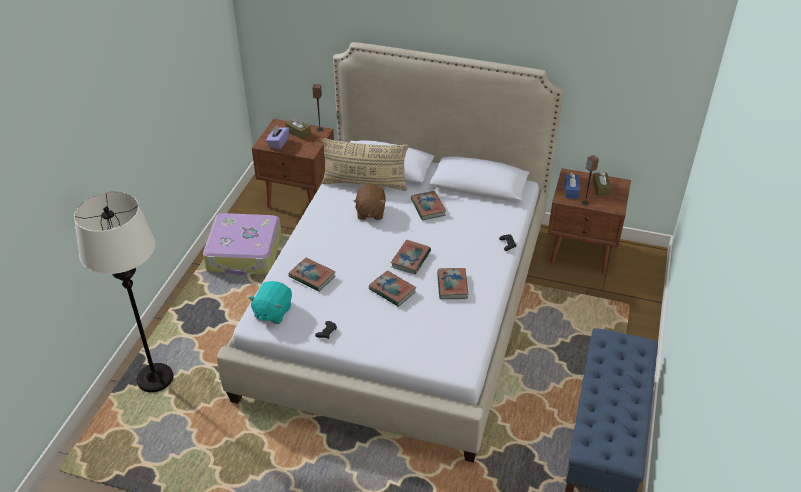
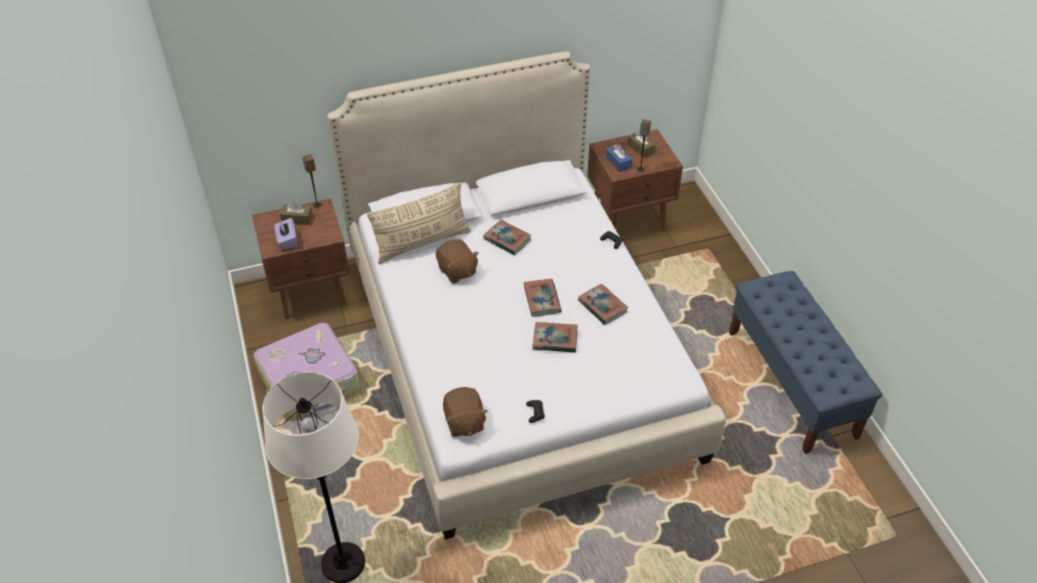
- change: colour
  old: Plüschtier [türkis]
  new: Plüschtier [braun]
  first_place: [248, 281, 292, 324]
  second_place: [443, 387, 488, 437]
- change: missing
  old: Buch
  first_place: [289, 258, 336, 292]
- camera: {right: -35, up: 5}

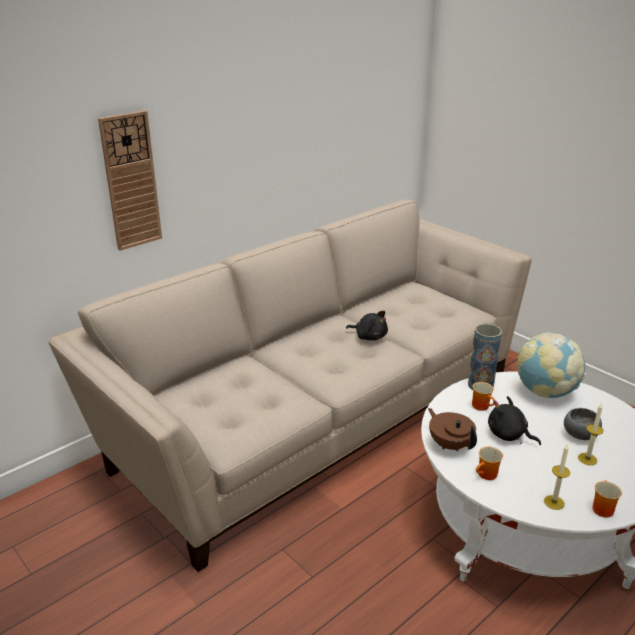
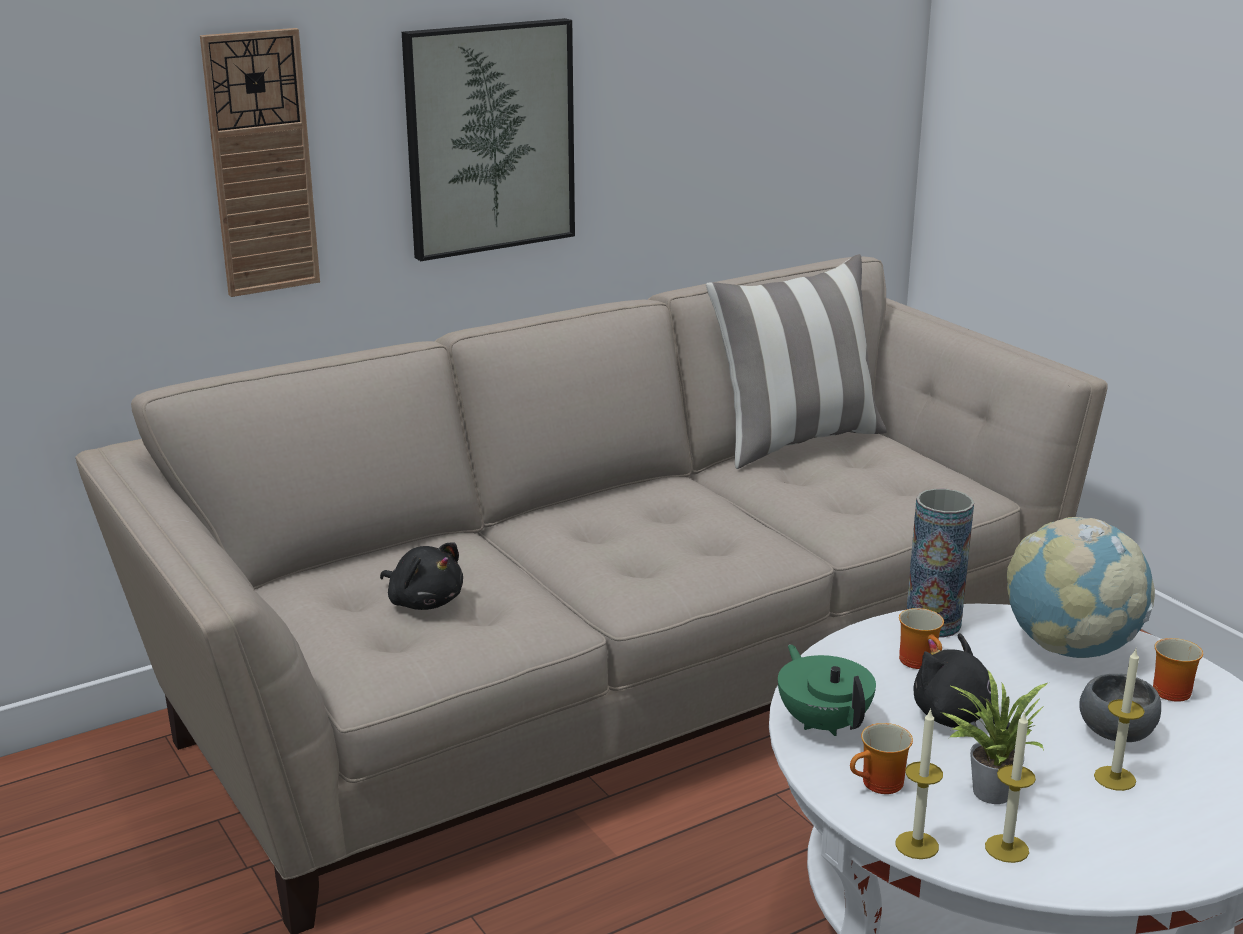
- change: relocated
  old: Plüschtier [schwarz]
  first_place: [346, 311, 388, 341]
  second_place: [380, 542, 463, 610]
- change: appeared
  new: Bild
  second_place: [402, 18, 575, 261]
- change: appeared
  new: Kissen
  second_place: [706, 254, 887, 469]
- change: colour
  old: Teekanne [braun]
  new: Teekanne [grün]
  first_place: [428, 408, 477, 451]
  second_place: [778, 644, 876, 736]
- change: appeared
  new: Kerze
  second_place: [895, 708, 943, 859]
- change: appeared
  new: Topfpflanze
  second_place: [941, 670, 1048, 804]
- change: relocated
  old: Henkelbecher
  first_place: [592, 480, 622, 518]
  second_place: [1153, 638, 1203, 702]
- camera: {right: 10, up: -5}

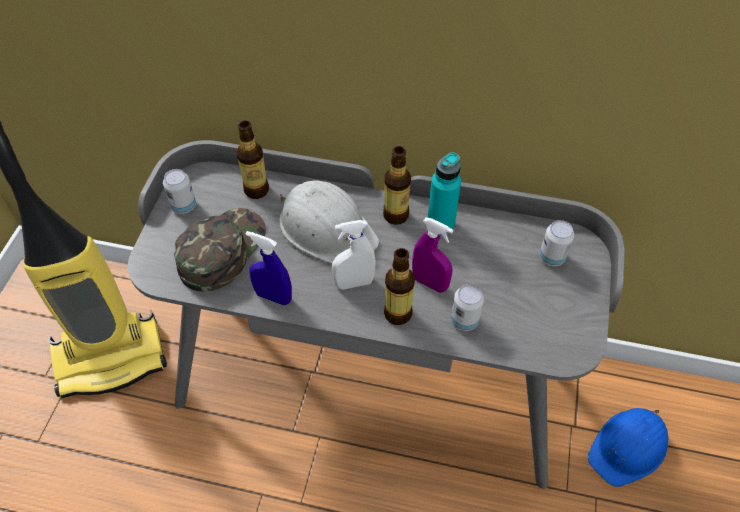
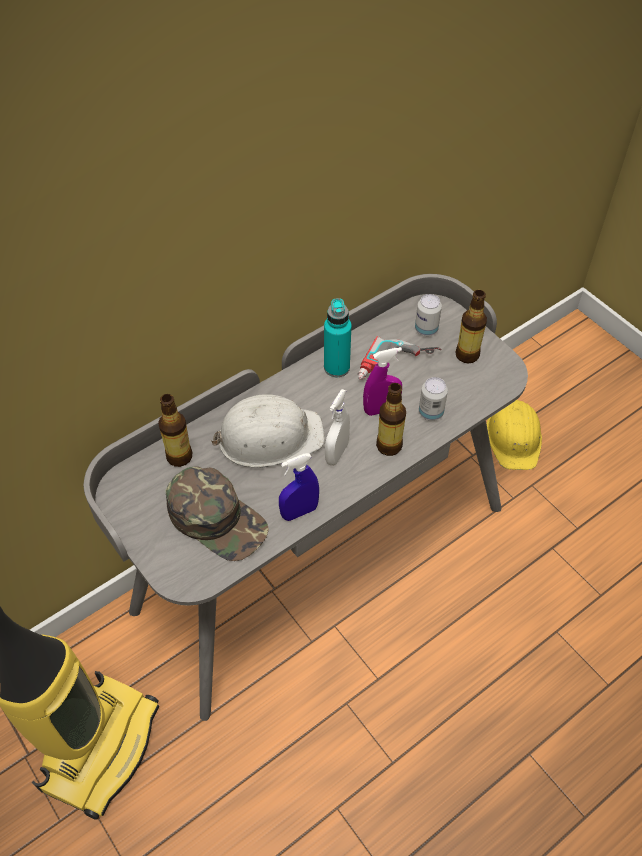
- change: spun
  old: Kappe [grün]
  first_place: [174, 208, 266, 292]
  second_place: [165, 466, 269, 561]
  degrees: 150
- change: appeared
  new: Bohrmaschine
  second_place: [358, 336, 442, 380]
- change: relocated
  old: Flasche
  first_place: [383, 146, 411, 225]
  second_place: [455, 290, 487, 364]
- change: colour
  old: Schutzhelm [blau]
  new: Schutzhelm [gelb]
  first_place: [587, 408, 668, 487]
  second_place: [487, 400, 542, 470]
- change: missing
  old: Dose
  first_place: [163, 169, 196, 214]
- camera: {right: -50, up: 0}

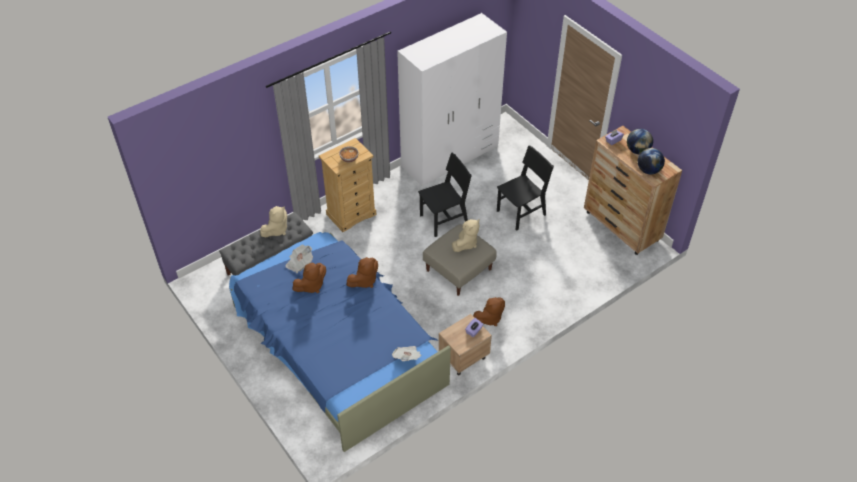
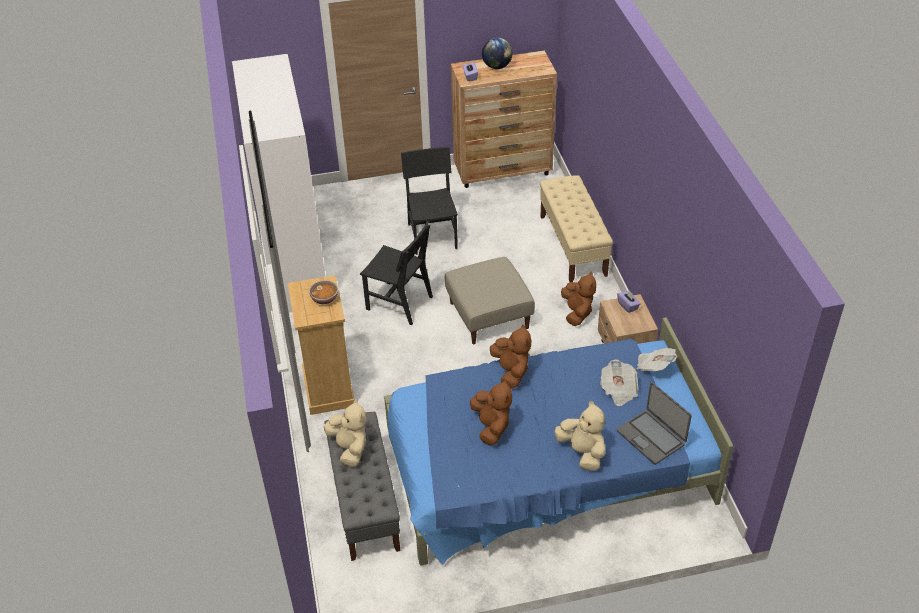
- change: spun
  old: Stuhl [schwarz]
  first_place: [418, 153, 472, 237]
  second_place: [360, 221, 433, 325]
  degrees: 120
- change: appeared
  new: Bank [beige]
  second_place: [540, 175, 613, 282]
- change: relocated
  old: Plüschtier [beige]
  first_place: [452, 219, 480, 252]
  second_place: [554, 401, 605, 471]
- change: relocated
  old: Zeitung
  first_place: [286, 244, 313, 273]
  second_place: [600, 359, 638, 406]
- change: appeared
  new: Laptop
  second_place: [617, 382, 692, 465]
- change: missing
  old: Globus
  first_place: [638, 148, 665, 174]
- camera: {right: -65, up: -5}

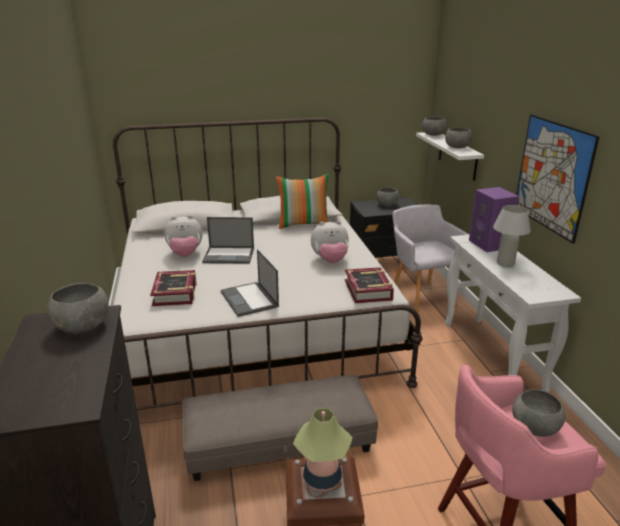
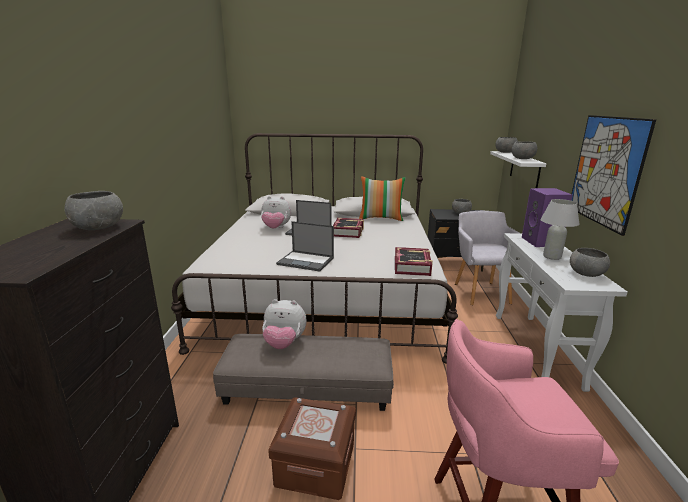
- change: relocated
  old: Plüschtier
  first_place: [311, 221, 349, 263]
  second_place: [262, 299, 307, 349]
- change: spun
  old: Laptop
  first_place: [221, 249, 279, 317]
  second_place: [276, 221, 334, 271]
  degrees: -60
- change: relocated
  old: Buch
  first_place: [150, 270, 197, 306]
  second_place: [333, 218, 364, 238]
- change: relocated
  old: Schüssel [grau]
  first_place: [512, 389, 566, 437]
  second_place: [570, 248, 610, 277]
- change: missing
  old: Tischlampe
  first_place: [293, 408, 352, 491]
- camera: {right: 15, up: -5}

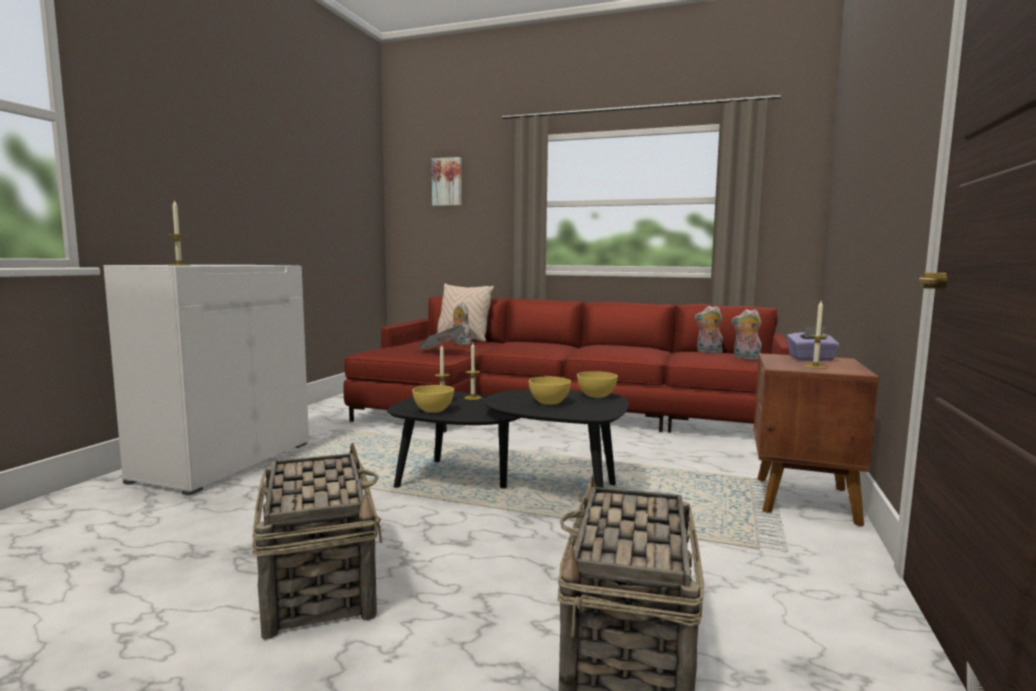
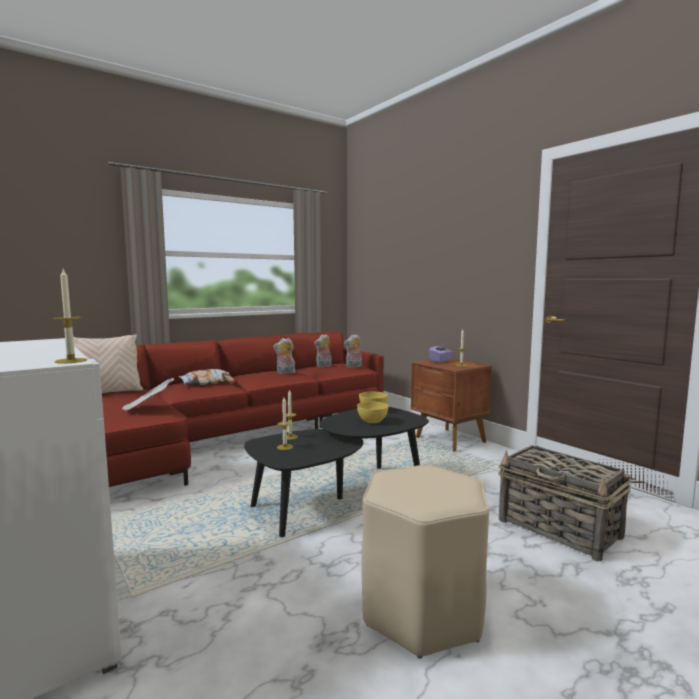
- change: appeared
  new: Kissen
  second_place: [178, 369, 235, 385]
- change: relocated
  old: Plüschtier
  first_place: [453, 302, 471, 345]
  second_place: [273, 338, 295, 374]
- change: exchanged
  old: Korb
  new: Hocker [beige]
  first_place: [252, 443, 382, 640]
  second_place: [361, 464, 489, 659]
- change: missing
  old: Schüssel [gelb]
  first_place: [412, 385, 454, 413]
- change: missing
  old: Bild
  first_place: [432, 157, 462, 206]
- camera: {right: -55, up: 0}

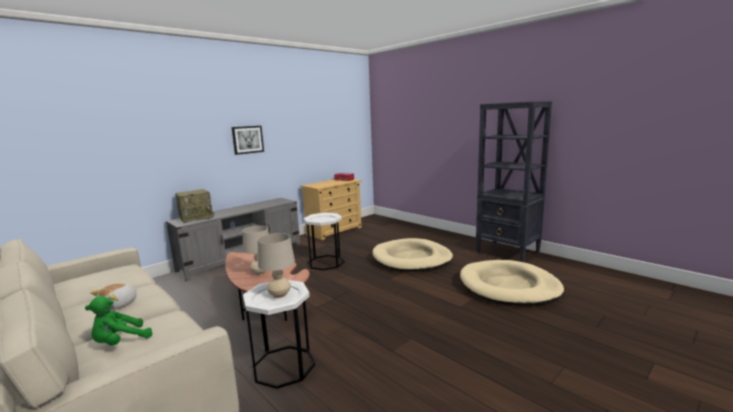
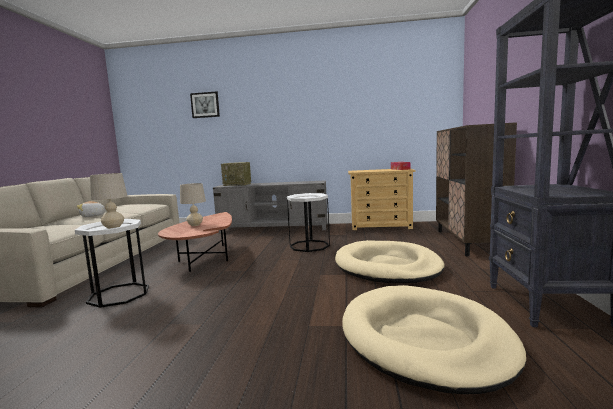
- change: relocated
  old: Bild
  first_place: [232, 126, 264, 155]
  second_place: [190, 92, 220, 118]
- change: appeared
  new: Schrank [braun]
  second_place: [436, 122, 517, 256]
- change: missing
  old: Plüschtier [grün]
  first_place: [85, 296, 153, 346]
- camera: {right: 50, up: -5}

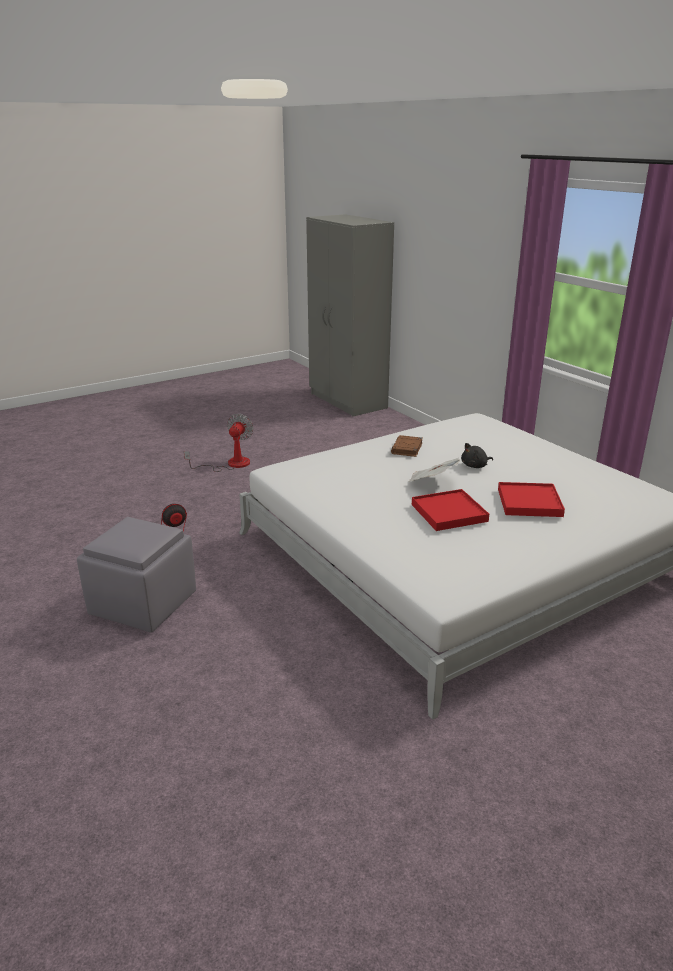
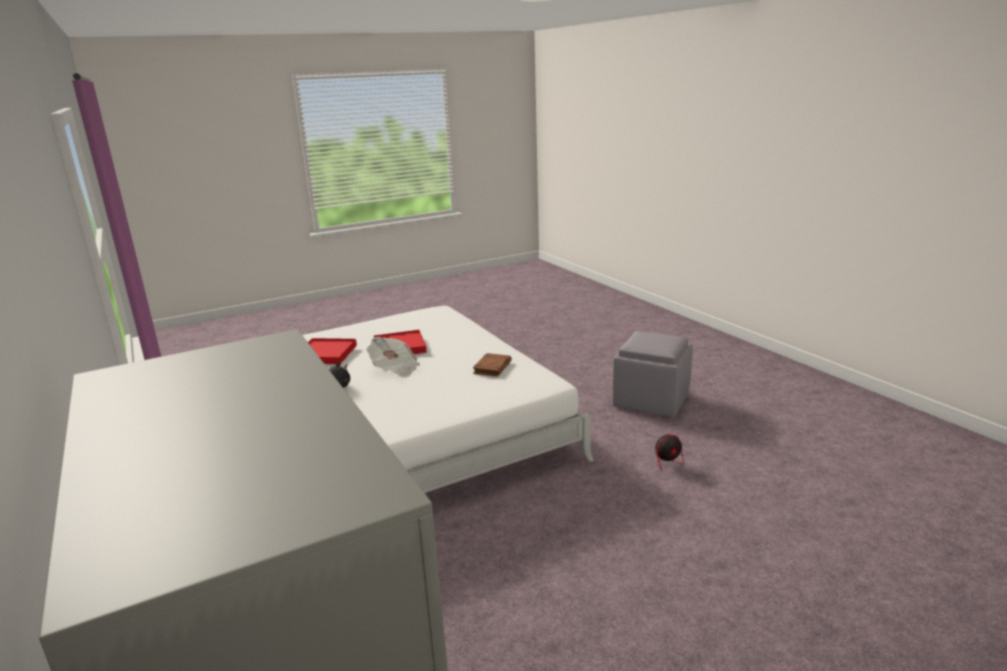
- change: relocated
  old: Buch [braun]
  first_place: [391, 435, 423, 457]
  second_place: [473, 353, 512, 377]
- change: missing
  old: Ventilator
  first_place: [184, 414, 254, 472]
- camera: {right: -175, up: -5}

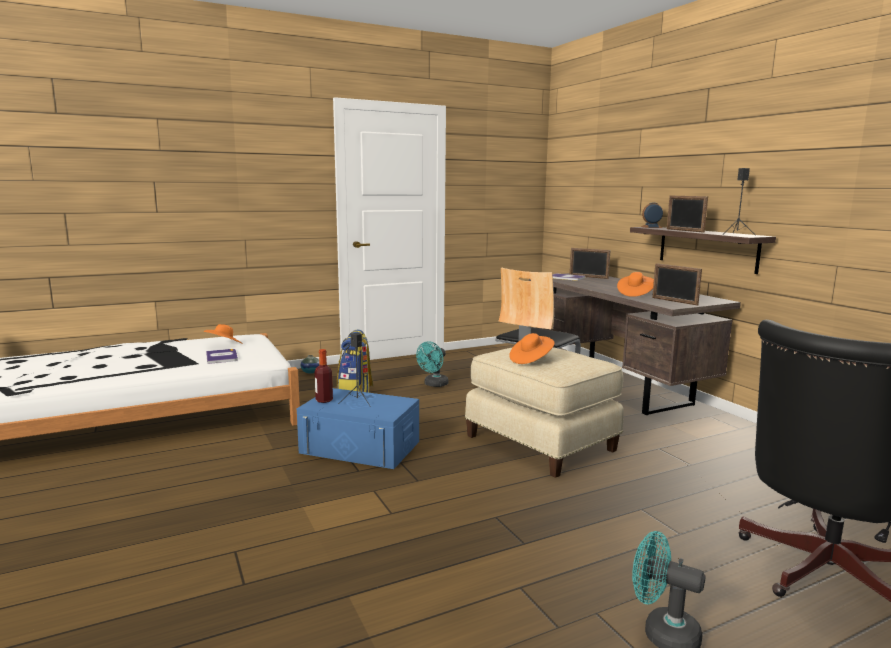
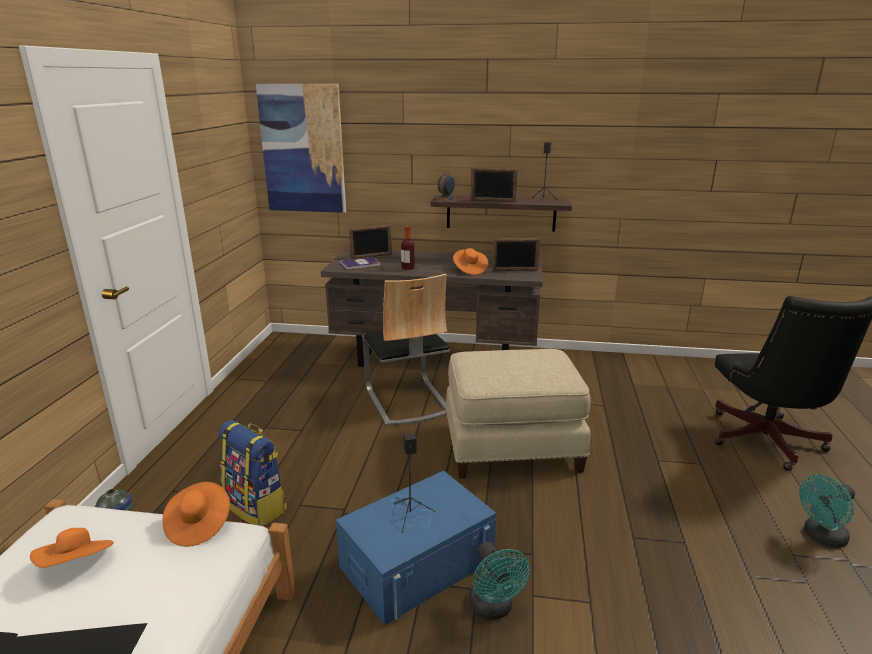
- change: relocated
  old: Hut [orange]
  first_place: [509, 333, 555, 364]
  second_place: [162, 482, 230, 547]
- change: appeared
  new: Bild
  second_place: [256, 84, 346, 213]
- change: relocated
  old: Flasche
  first_place: [315, 349, 333, 403]
  second_place: [401, 226, 415, 270]
- change: relocated
  old: Ventilator [türkis]
  first_place: [416, 341, 449, 387]
  second_place: [468, 542, 530, 620]
- change: missing
  old: Buch
  first_place: [206, 349, 238, 364]
- camera: {right: -55, up: 10}

